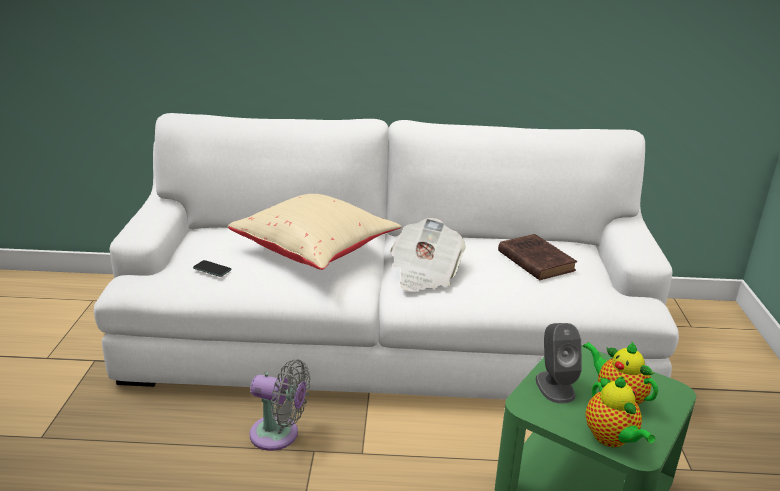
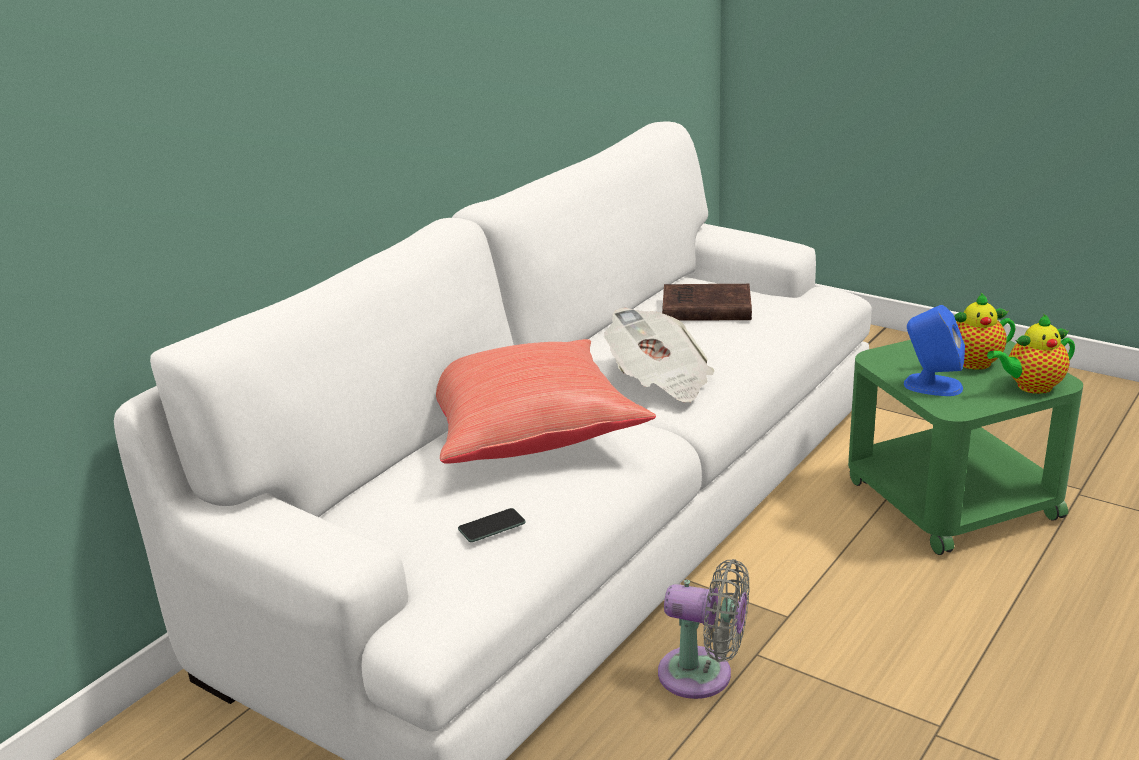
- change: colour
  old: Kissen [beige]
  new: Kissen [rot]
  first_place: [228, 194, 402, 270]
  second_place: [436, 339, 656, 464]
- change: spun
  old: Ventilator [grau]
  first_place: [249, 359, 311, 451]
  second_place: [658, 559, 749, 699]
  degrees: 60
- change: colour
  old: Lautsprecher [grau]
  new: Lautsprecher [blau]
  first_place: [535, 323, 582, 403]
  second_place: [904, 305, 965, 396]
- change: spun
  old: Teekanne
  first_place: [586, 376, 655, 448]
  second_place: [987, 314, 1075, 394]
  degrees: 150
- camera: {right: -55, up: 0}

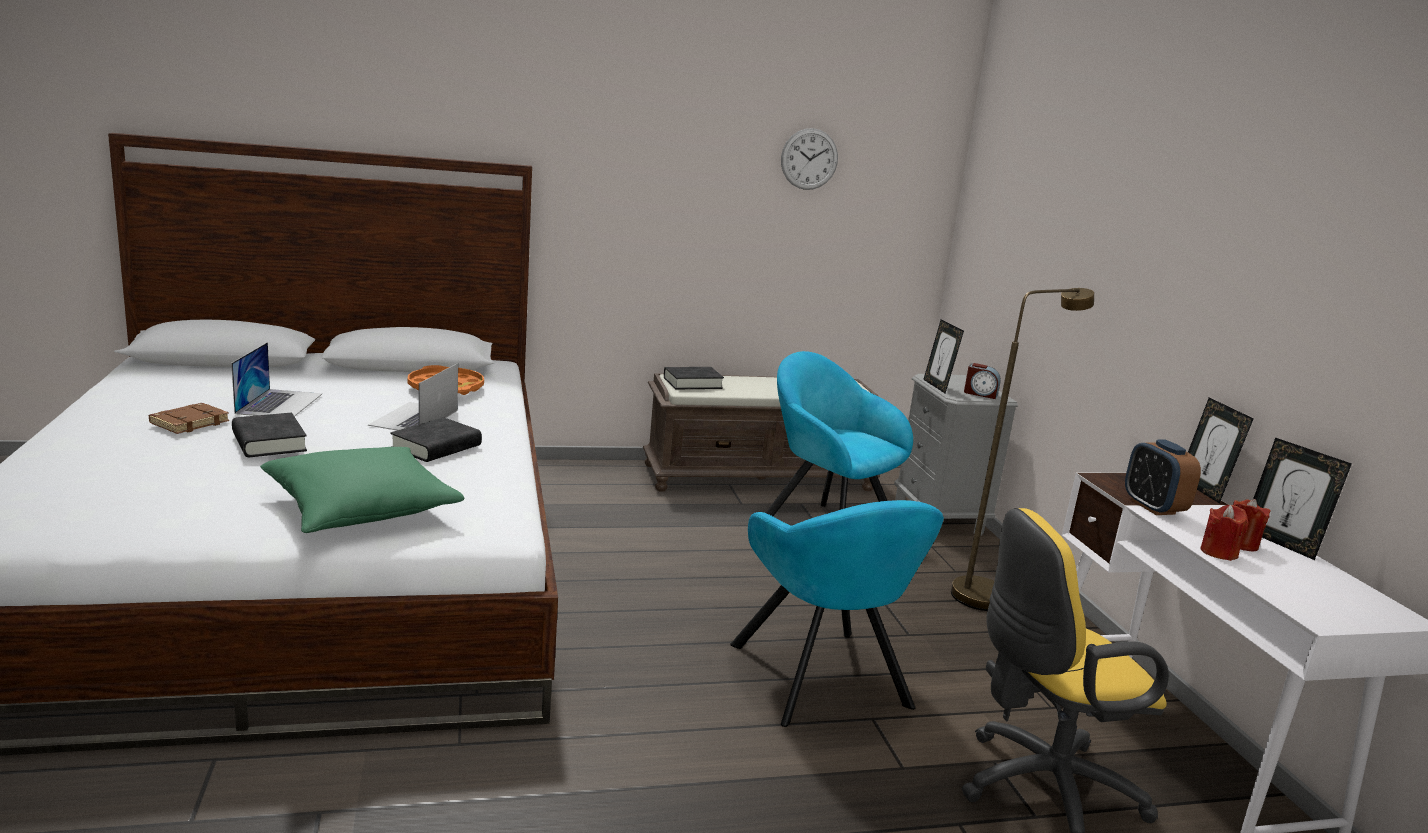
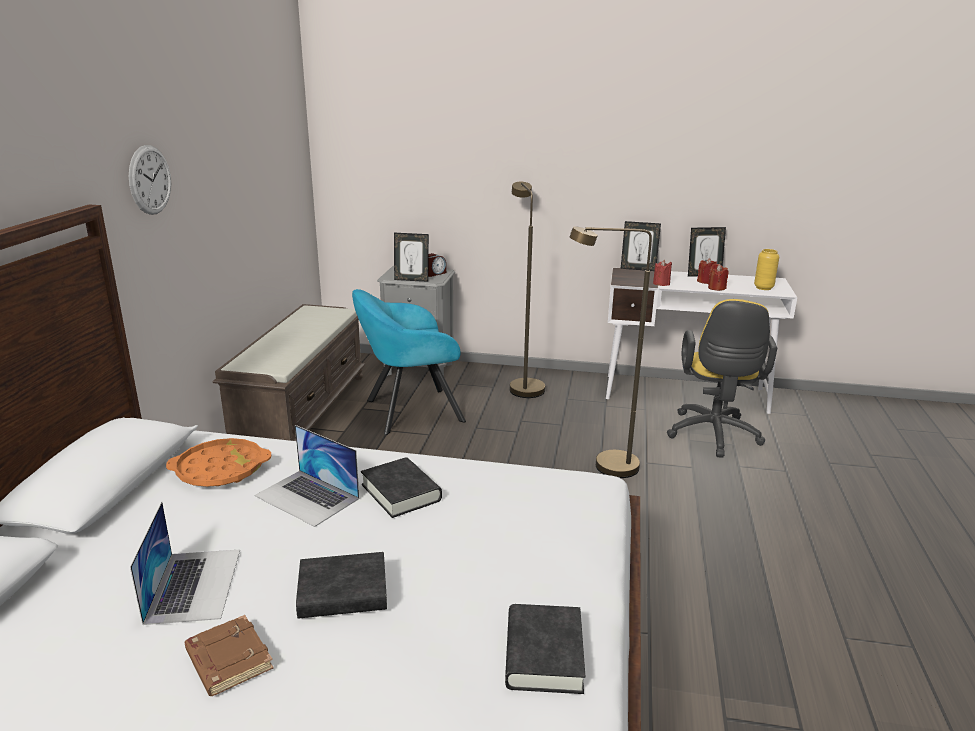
- change: relocated
  old: Wanduhr
  first_place: [781, 128, 838, 190]
  second_place: [129, 145, 171, 215]
- change: spun
  old: Laptop
  first_place: [231, 342, 322, 417]
  second_place: [130, 502, 240, 625]
  degrees: 60
- change: relocated
  old: Buch [schwarz]
  first_place: [664, 367, 724, 389]
  second_place: [505, 604, 585, 694]
- change: exchanged
  old: Sessel [türkis]
  new: Stehlampe [braun]
  first_place: [730, 500, 944, 727]
  second_place: [570, 226, 652, 478]
- change: exchanged
  old: Wecker
  new: Kerze [rot]
  first_place: [1125, 439, 1201, 515]
  second_place: [653, 260, 672, 286]
- change: appeared
  new: Vase [gelb]
  second_place: [754, 249, 779, 290]
- change: missing
  old: Kissen [grün]
  first_place: [260, 447, 464, 533]
- camera: {right: -65, up: 5}

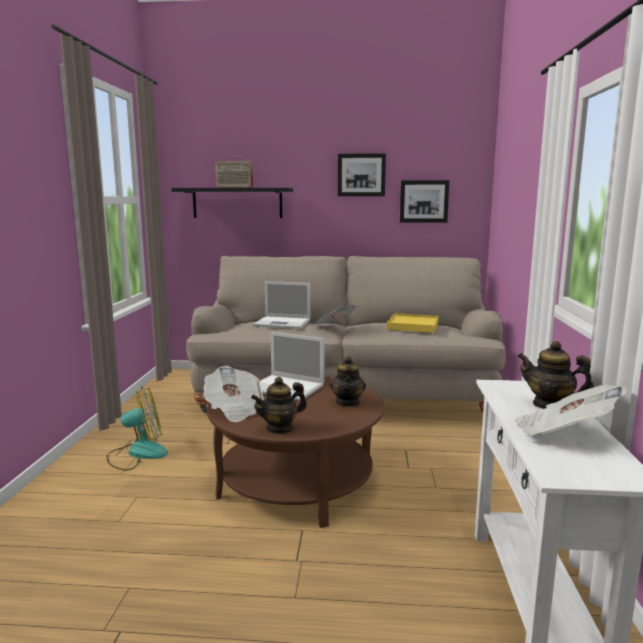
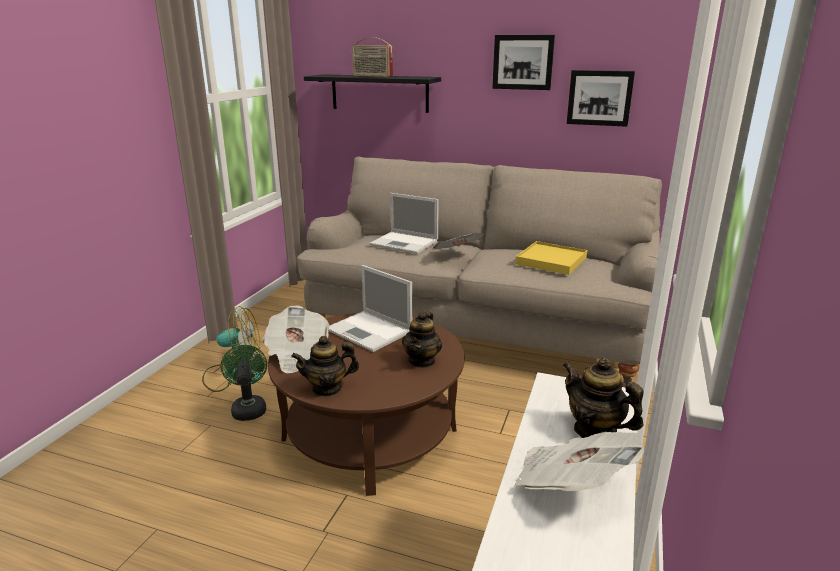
- change: appeared
  new: Ventilator [grün]
  second_place: [221, 345, 267, 421]
- camera: {right: 15, up: 10}

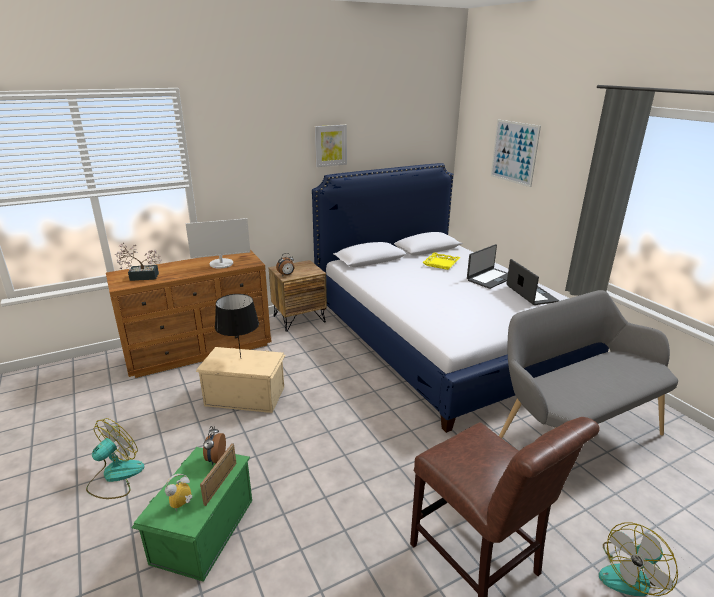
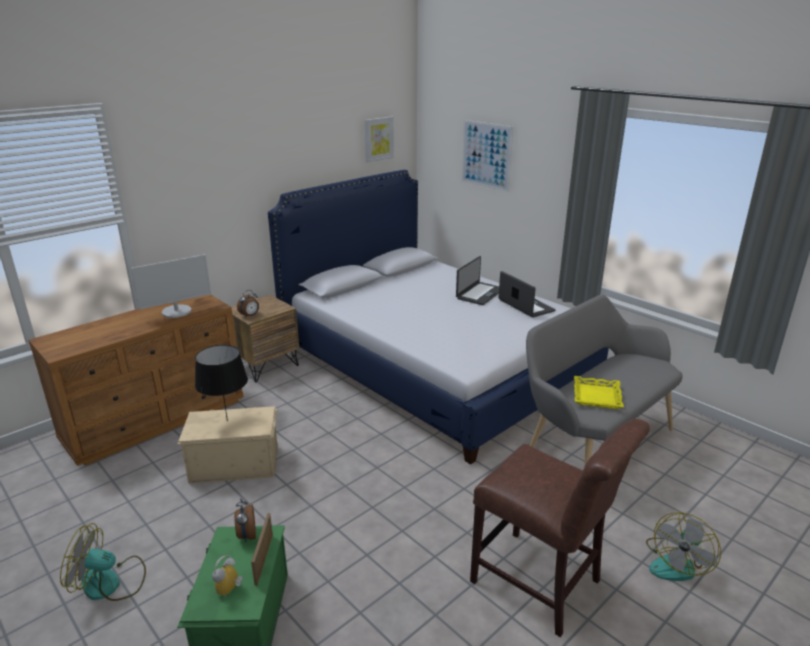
- change: spun
  old: Ventilator
  first_place: [86, 418, 145, 499]
  second_place: [60, 523, 146, 601]
  degrees: -105
- change: relocated
  old: Bild
  first_place: [315, 125, 347, 167]
  second_place: [365, 116, 394, 163]
- change: relocated
  old: Tablett [gelb]
  first_place: [422, 252, 461, 270]
  second_place: [574, 376, 624, 409]
- change: missing
  old: Topfpflanze
  first_place: [115, 242, 162, 281]
- camera: {right: -15, up: 0}

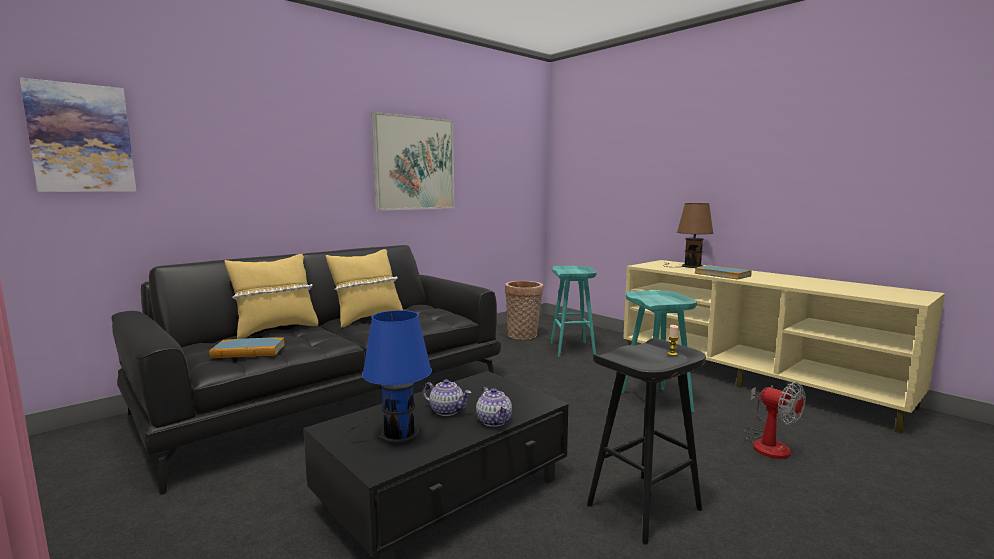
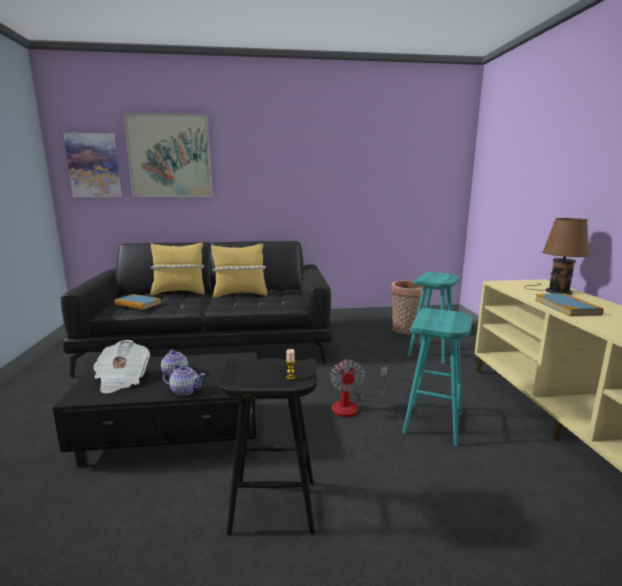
- change: exchanged
  old: Tischlampe [blau]
  new: Zeitung
  first_place: [345, 310, 432, 445]
  second_place: [93, 340, 150, 394]
- change: relocated
  old: Bild
  first_place: [371, 112, 454, 211]
  second_place: [123, 113, 213, 197]
- change: spun
  old: Teekanne
  first_place: [476, 387, 512, 427]
  second_place: [162, 366, 205, 396]
  degrees: -90
- change: relocated
  old: Ventilator
  first_place: [744, 382, 806, 459]
  second_place: [330, 359, 387, 417]
- camera: {right: 35, up: 5}

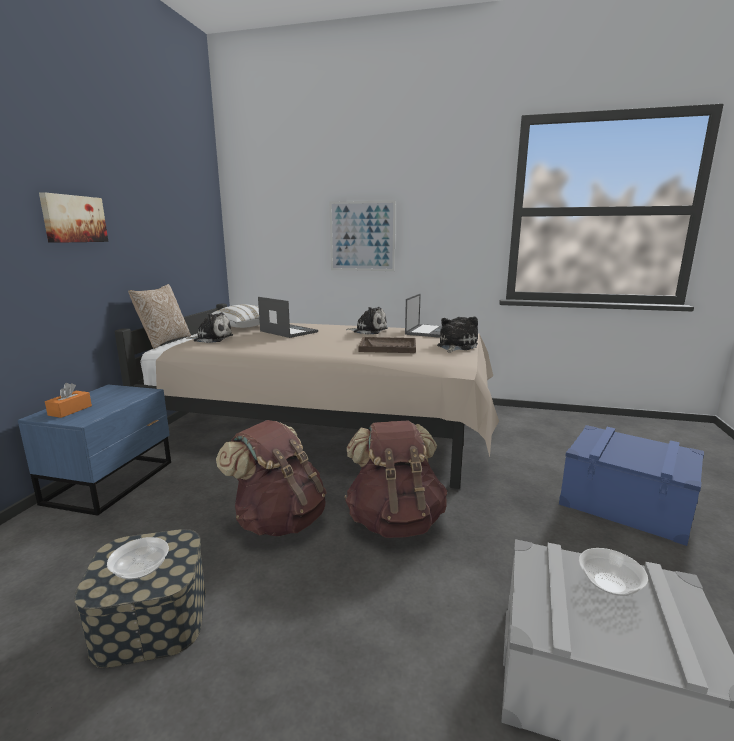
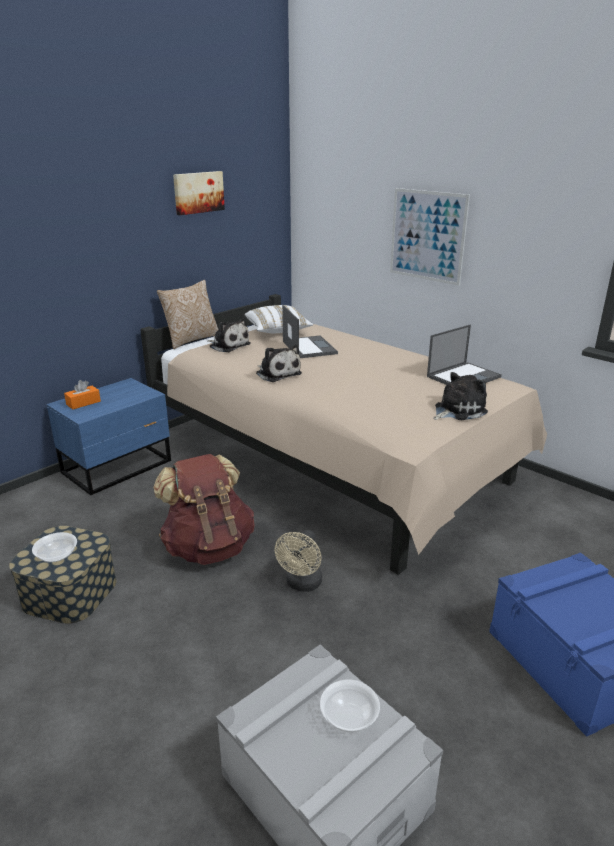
- change: relocated
  old: Bild
  first_place: [39, 192, 108, 243]
  second_place: [173, 171, 225, 215]
- change: relocated
  old: Plüschtier
  first_place: [346, 307, 388, 335]
  second_place: [256, 345, 302, 382]
- change: exchanged
  old: Rucksack [braun]
  new: Ventilator [beige]
  first_place: [345, 420, 447, 538]
  second_place: [275, 530, 322, 592]
- change: missing
  old: Tablett [braun]
  first_place: [358, 337, 416, 353]
- camera: {right: 30, up: 10}

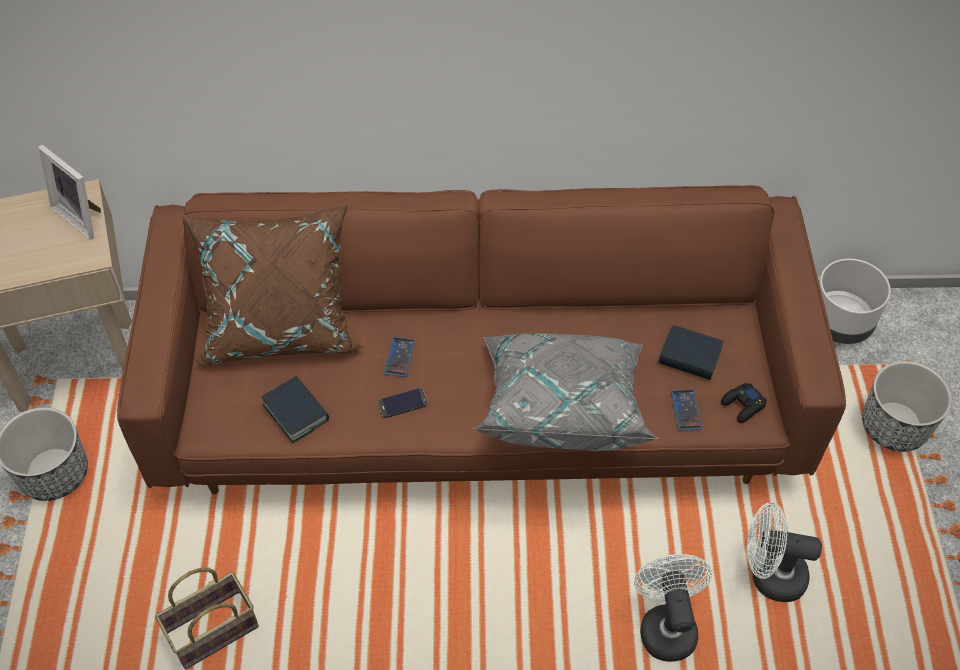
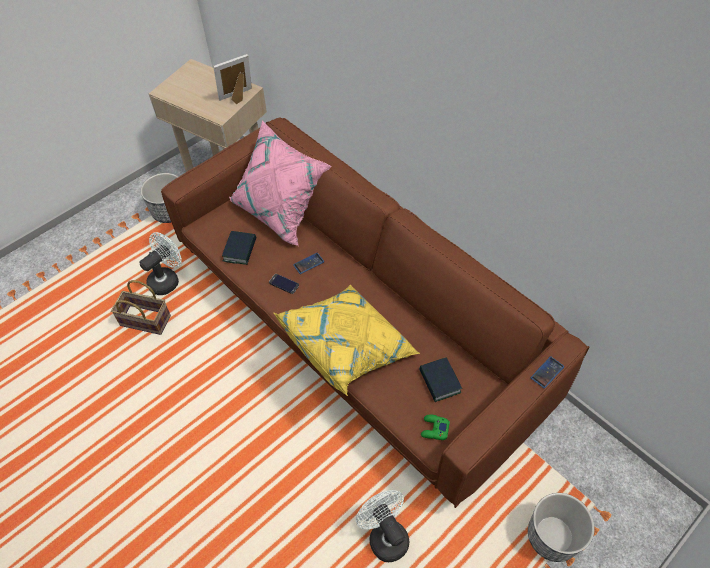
- change: relocated
  old: Ventilator [weiß]
  first_place: [634, 554, 712, 662]
  second_place: [140, 232, 182, 295]
- change: spun
  old: Bilderrahmen
  first_place: [38, 145, 101, 239]
  second_place: [213, 54, 252, 104]
  degrees: 60
- change: colour
  old: Kissen [braun]
  new: Kissen [rosa]
  first_place: [181, 204, 364, 365]
  second_place: [229, 121, 332, 246]
- change: colour
  old: Kissen [grau]
  new: Kissen [gelb]
  first_place: [472, 333, 659, 451]
  second_place: [273, 285, 420, 396]
- change: colour
  old: Gamepad [schwarz]
  new: Gamepad [grün]
  first_place: [721, 383, 767, 423]
  second_place: [421, 414, 450, 440]
- change: relocated
  old: Handy
  first_place: [671, 389, 702, 431]
  second_place: [531, 356, 564, 389]
- change: missing
  old: Pflanzkübel [grau]
  first_place: [819, 259, 891, 344]
- camera: {right: 50, up: 0}

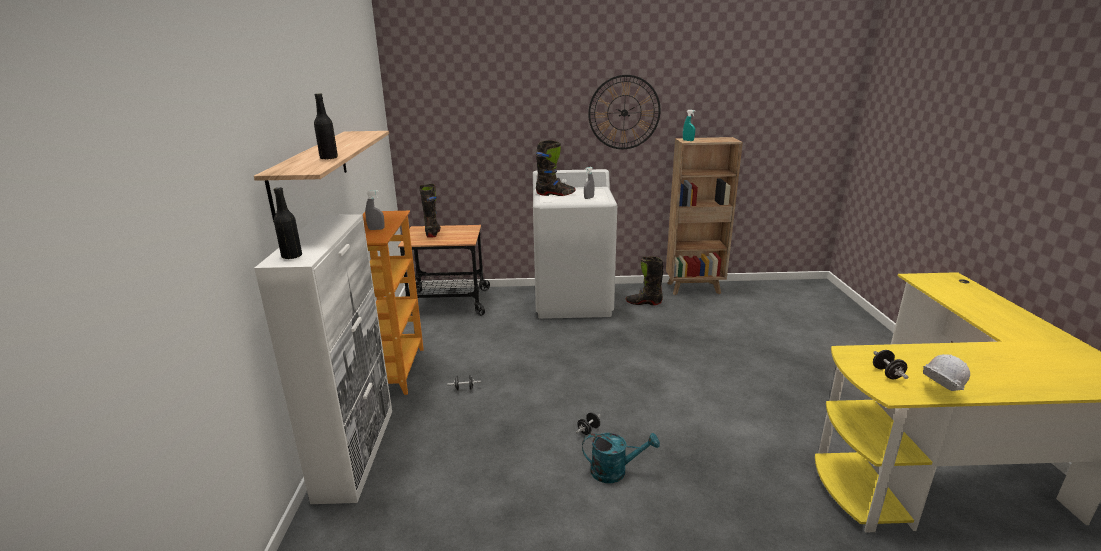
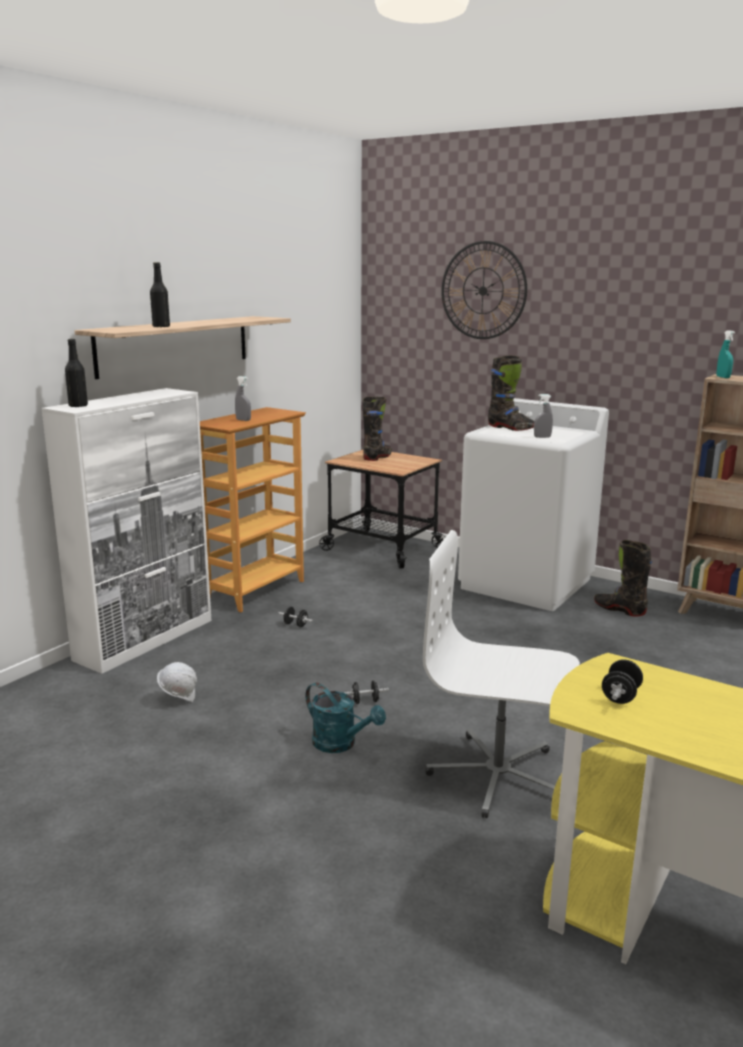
- change: relocated
  old: Schutzhelm [weiß]
  first_place: [923, 354, 970, 391]
  second_place: [157, 662, 197, 702]
- change: appeared
  new: Bürostuhl [weiß]
  second_place: [423, 530, 580, 818]
- change: relocated
  old: Wanduhr
  first_place: [588, 75, 660, 149]
  second_place: [441, 241, 527, 339]
- camera: {right: 35, up: -5}

